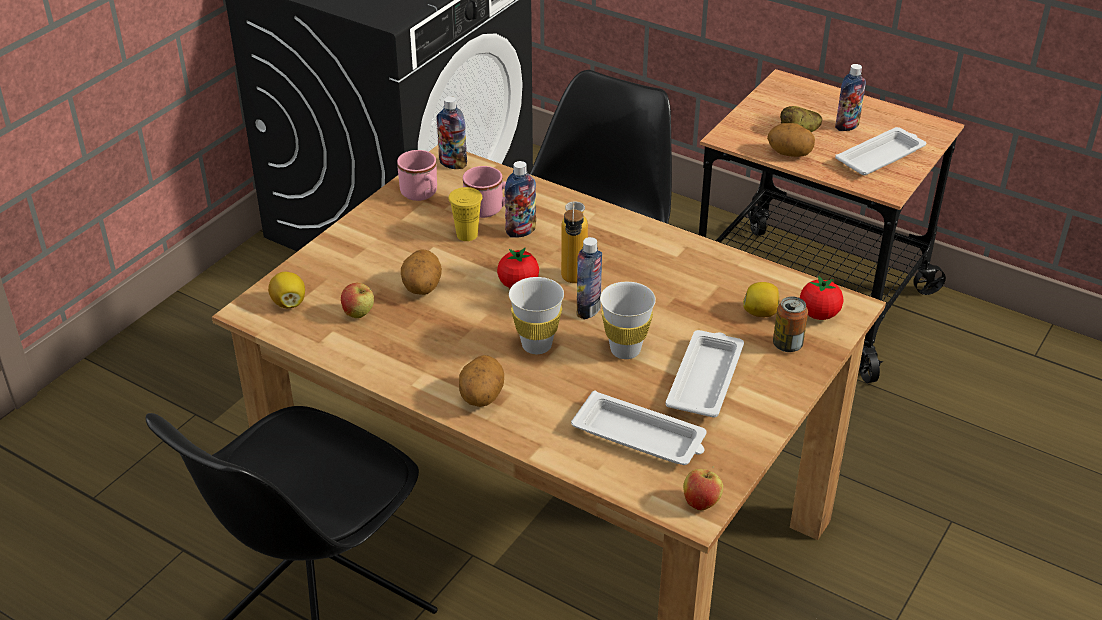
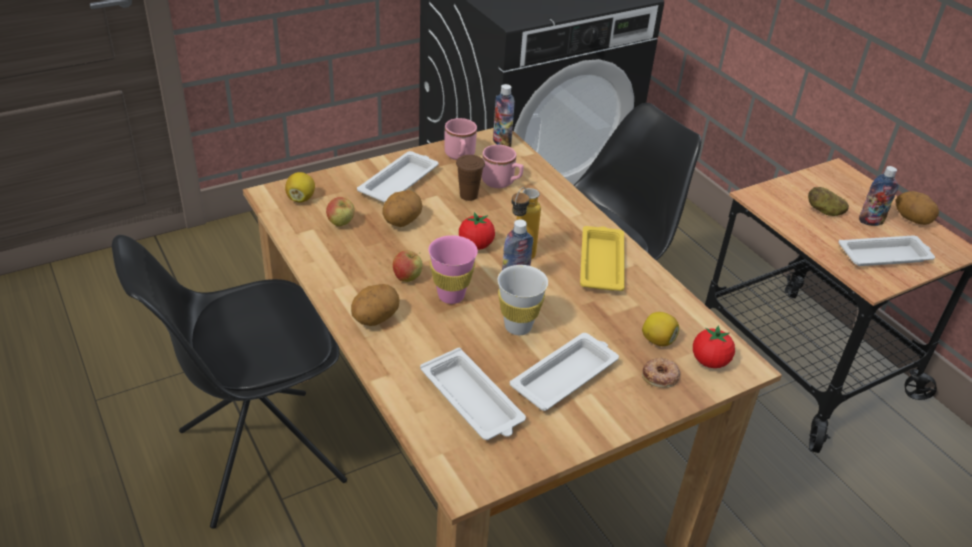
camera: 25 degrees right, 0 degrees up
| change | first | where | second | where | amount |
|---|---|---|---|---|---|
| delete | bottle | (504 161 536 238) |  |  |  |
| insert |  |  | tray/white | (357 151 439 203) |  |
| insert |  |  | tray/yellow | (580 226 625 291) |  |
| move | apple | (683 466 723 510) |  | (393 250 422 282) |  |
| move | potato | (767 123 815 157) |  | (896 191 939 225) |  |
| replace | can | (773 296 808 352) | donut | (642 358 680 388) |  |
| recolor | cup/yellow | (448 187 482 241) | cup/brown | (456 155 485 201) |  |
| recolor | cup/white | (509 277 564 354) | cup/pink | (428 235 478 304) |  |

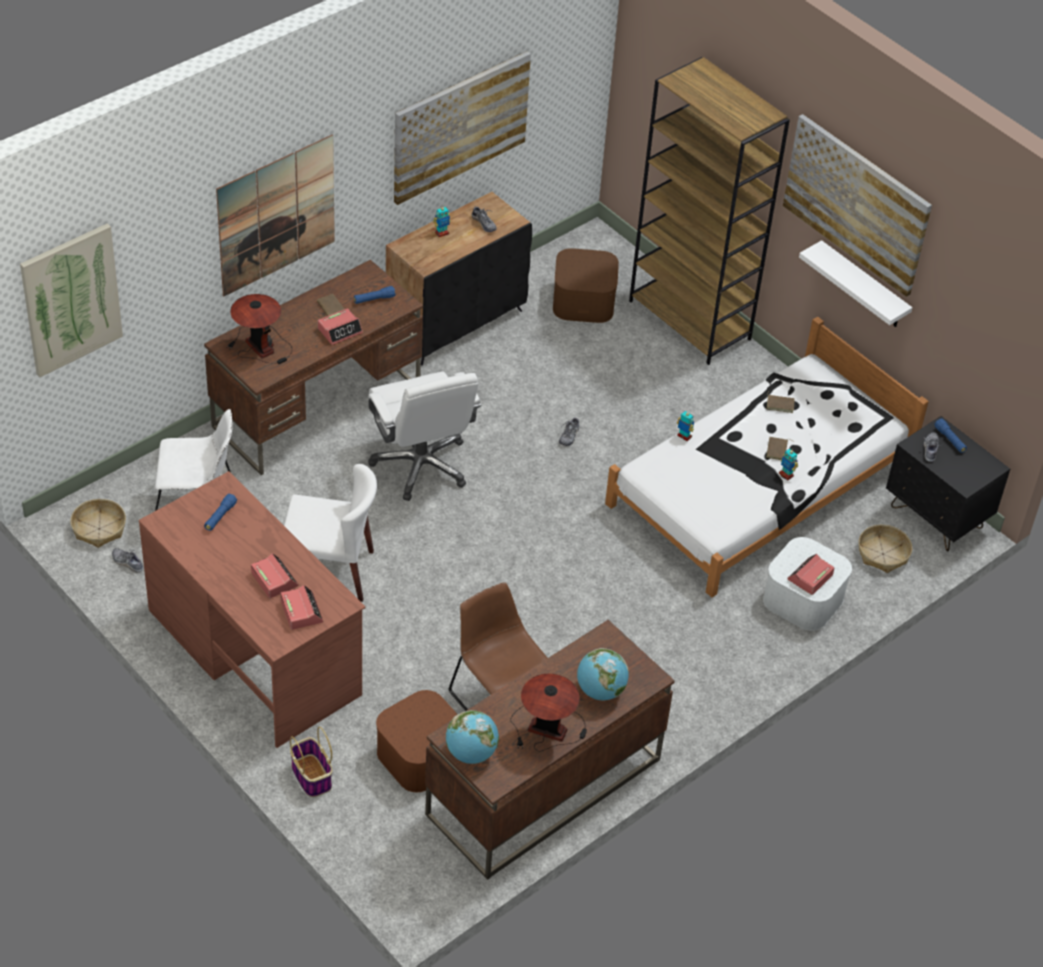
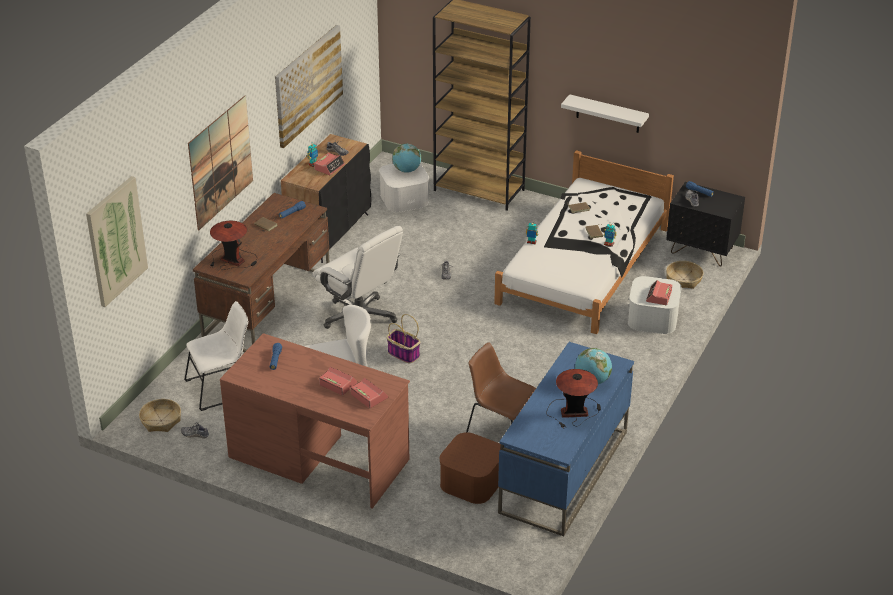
camera: 20 degrees left, 10 degrees down
| change | first | where | second | where | amount |
|---|---|---|---|---|---|
| delete | picture | (783 114 932 297) |  |  |  |
| move | basket | (290 727 332 797) |  | (387 314 420 363) |  |
| move | alarm clock | (318 308 363 345) |  | (314 153 345 175) |  |
| move | globe | (446 710 499 764) |  | (392 144 421 173) |  |
| recolor | desk/brown | (425 620 675 880) | desk/blue | (498 342 634 536) |  |
| recolor | storage box/brown | (553 248 619 323) | storage box/white | (379 163 429 212) |  |

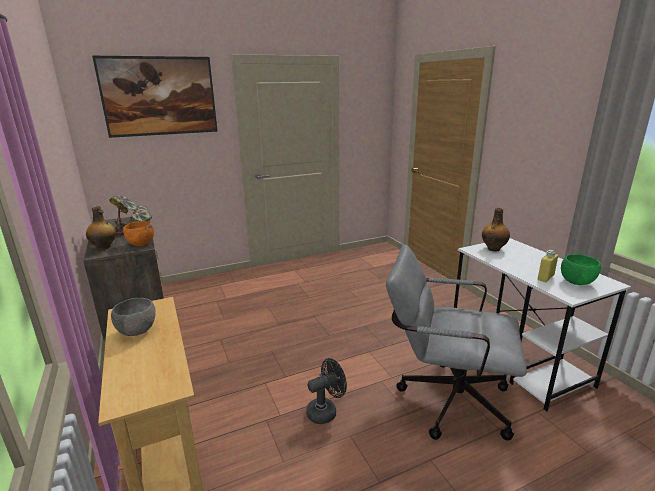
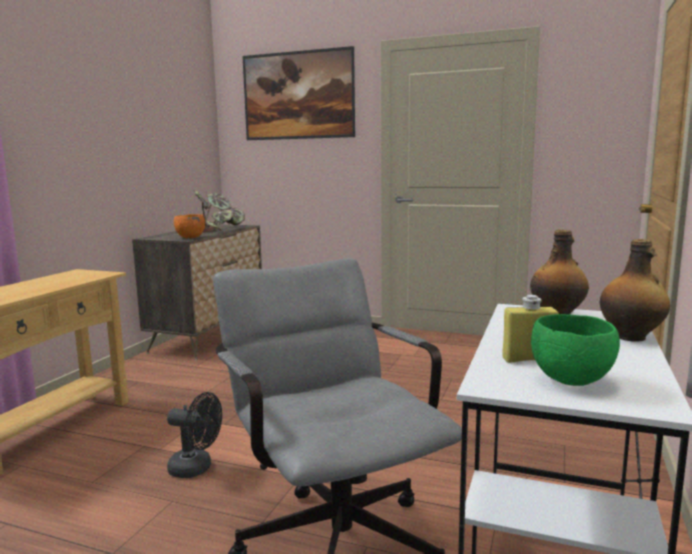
camera: 45 degrees right, 10 degrees down
| change | first | where | second | where | amount |
|---|---|---|---|---|---|
| delete | bowl/grey | (111 298 156 336) |  |  |  |
| move | bottle | (86 206 116 250) |  | (600 239 670 342) |  |

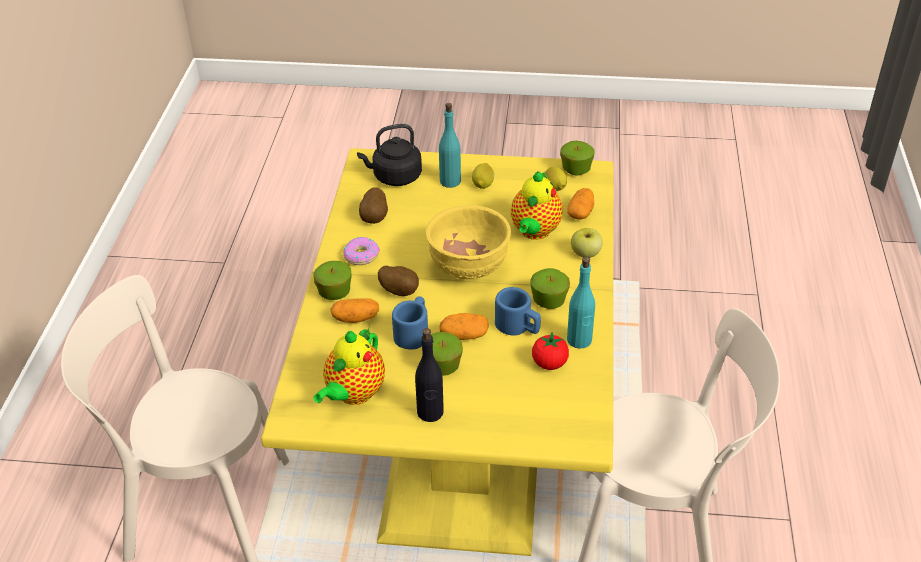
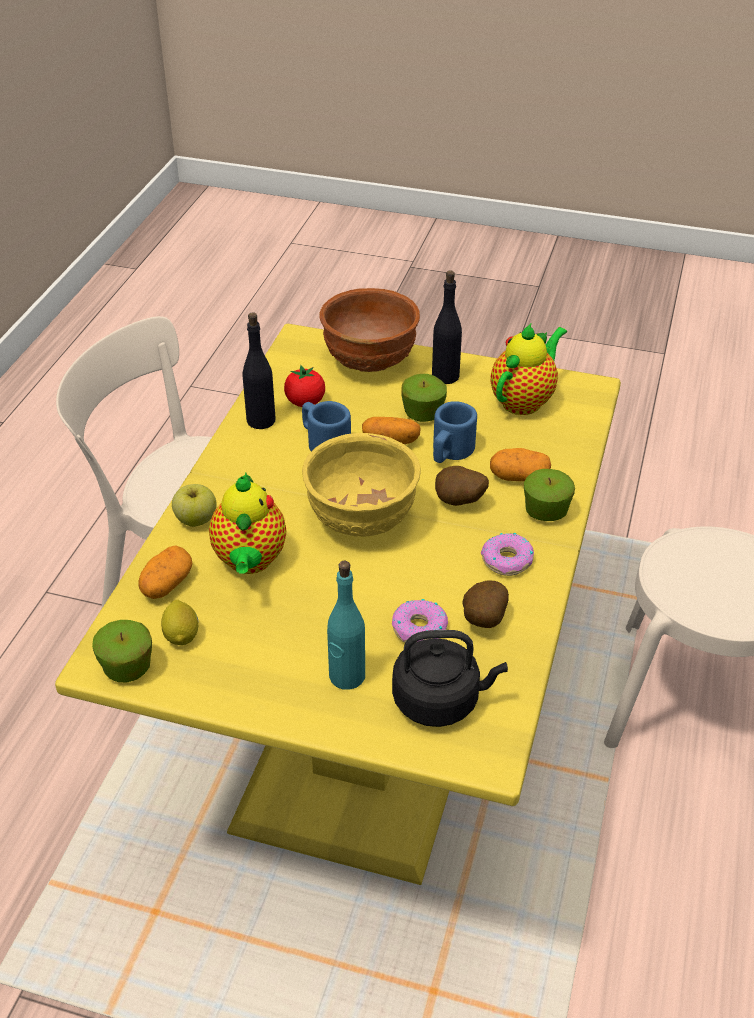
camera: 170 degrees left, 0 degrees up
| change | first | where | second | where | amount |
|---|---|---|---|---|---|
| delete | lemon | (472 163 494 189) |  |  |  |
| delete | apple | (531 268 570 309) |  |  |  |
| insert |  |  | bowl/brown | (319 288 420 372) |  |
| insert |  |  | donut | (392 599 448 643) |  |
| recolor | bottle/turquoise | (567 257 595 349) | bottle/black | (243 313 276 429) |  |
| rotate | teapot | (511 171 563 240) |  | (209 473 286 574) | 150 degrees clockwise |

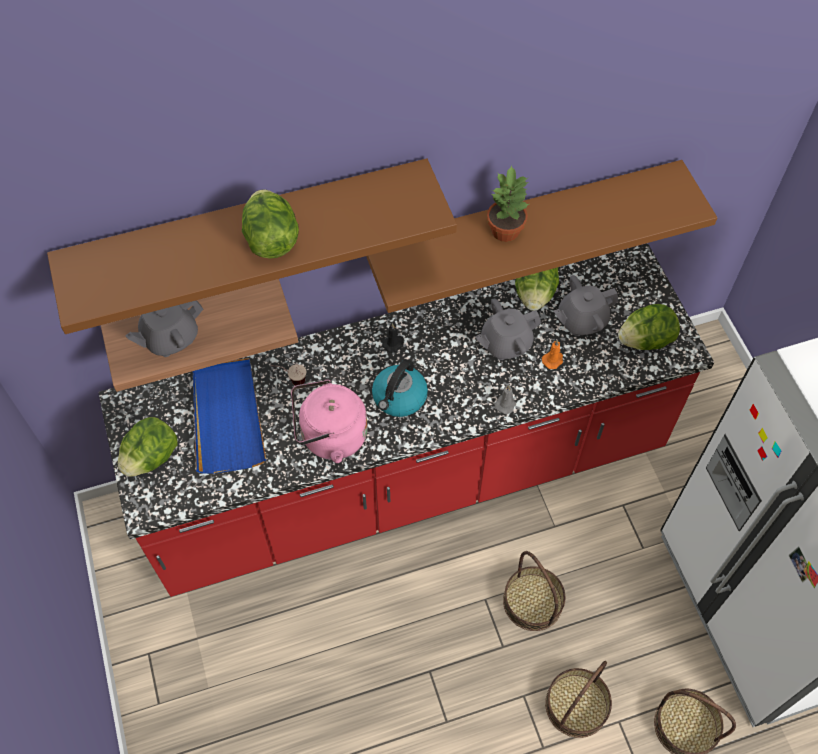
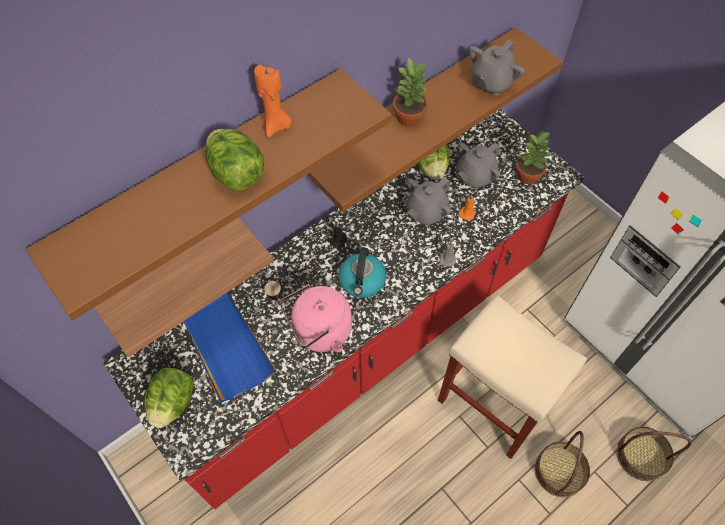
camera: 20 degrees left, 0 degrees up
| change | first | where | second | where | amount |
|---|---|---|---|---|---|
| insert |  |  | candle/orange | (254 65 292 138) |  |
| move | teapot/grey | (125 300 203 357) |  | (469 40 525 96) |  |
| replace | basket | (503 551 565 631) | stool/beige | (438 295 587 459) |  |
| replace | lettuce | (618 304 680 350) | potted plant | (516 131 550 184) |  |

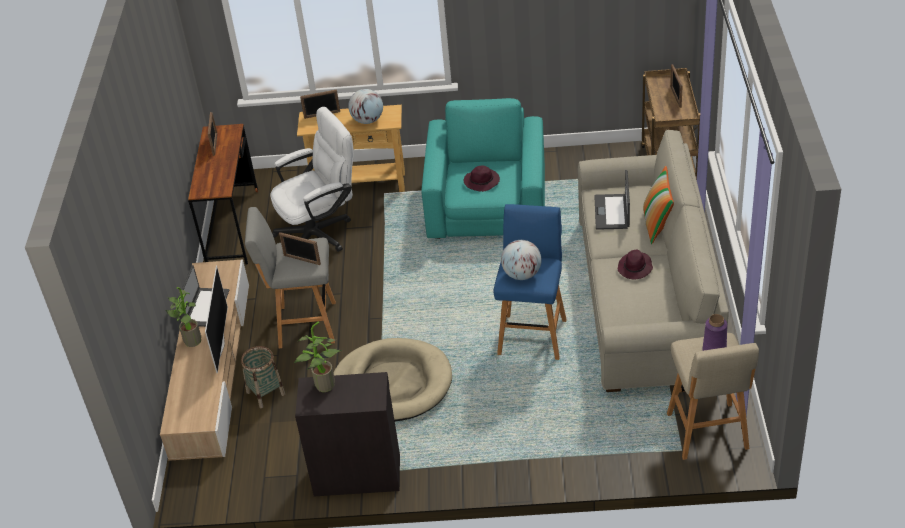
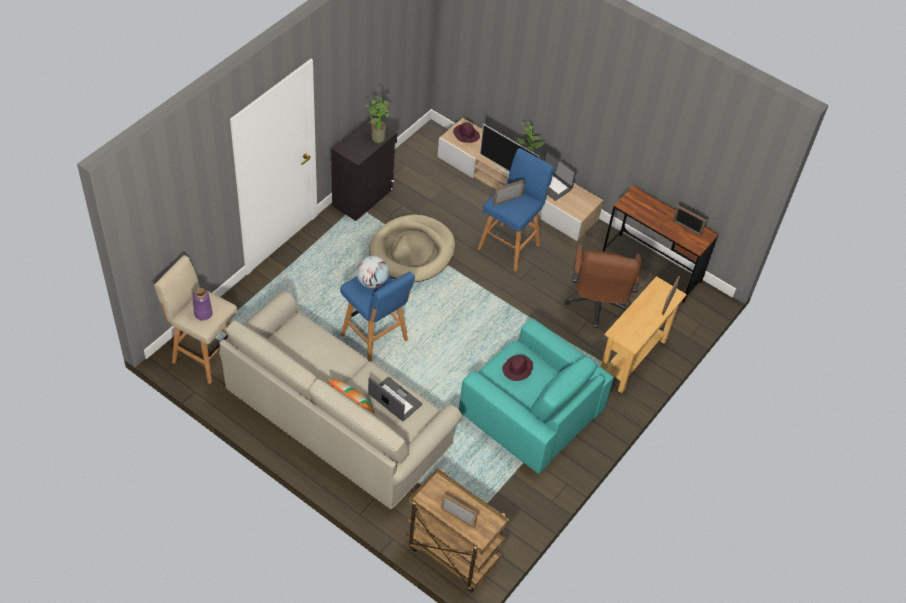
camera: 120 degrees right, 10 degrees up
| change | first | where | second | where | amount |
|---|---|---|---|---|---|
| delete | basket | (241 346 285 408) |  |  |  |
| delete | globe | (348 89 383 124) |  |  |  |
| move | hat/purple | (618 250 653 279) |  | (453 122 480 143) |  |
| recolor | stool/grey | (245 207 336 348) | stool/blue | (478 148 554 271) |  |
| recolor | office chair/white | (270 107 354 252) | office chair/brown | (565 245 641 328) |  |

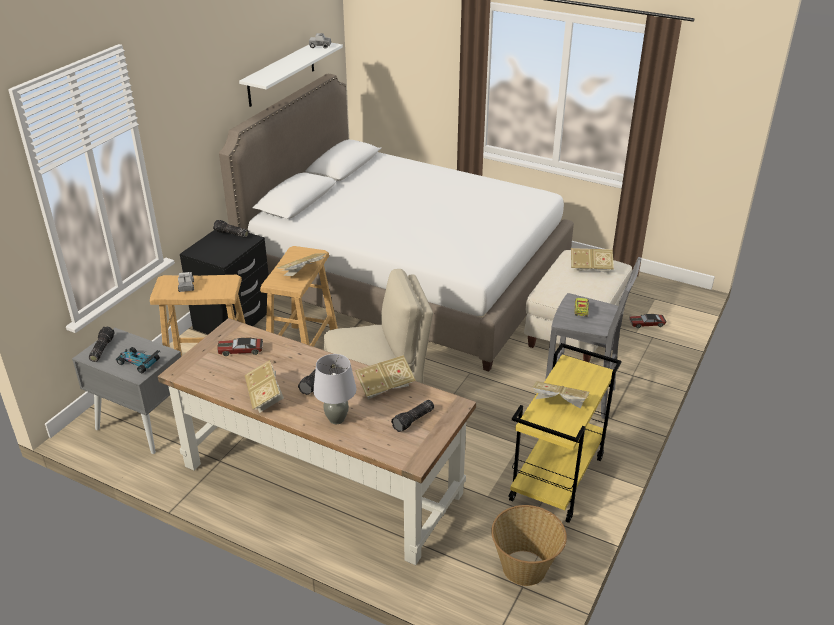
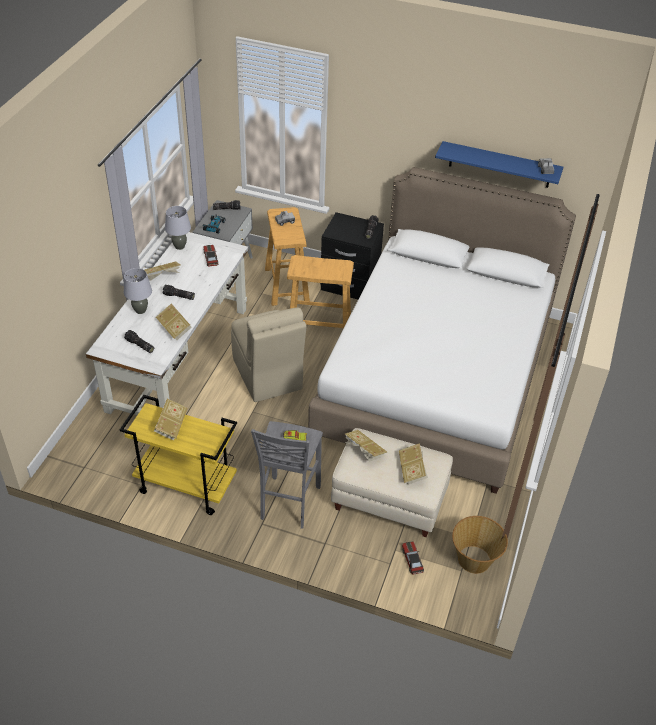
camera: 80 degrees right, 10 degrees up
| change | first | where | second | where | amount |
|---|---|---|---|---|---|
| insert |  |  | table lamp/grey | (165 206 191 250) |  |
| move | book | (277 253 326 276) |  | (345 430 387 462) |  |
| move | basket | (491 505 567 586) |  | (452 516 508 574) |  |
| recolor | desk/brown | (158 318 476 565) | desk/white | (86 232 248 415) |  |
| recolor | shelf/white | (239 43 343 107) | shelf/blue | (435 141 564 188) |  |

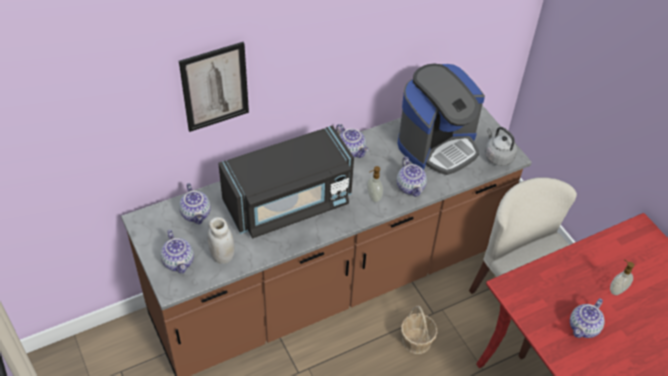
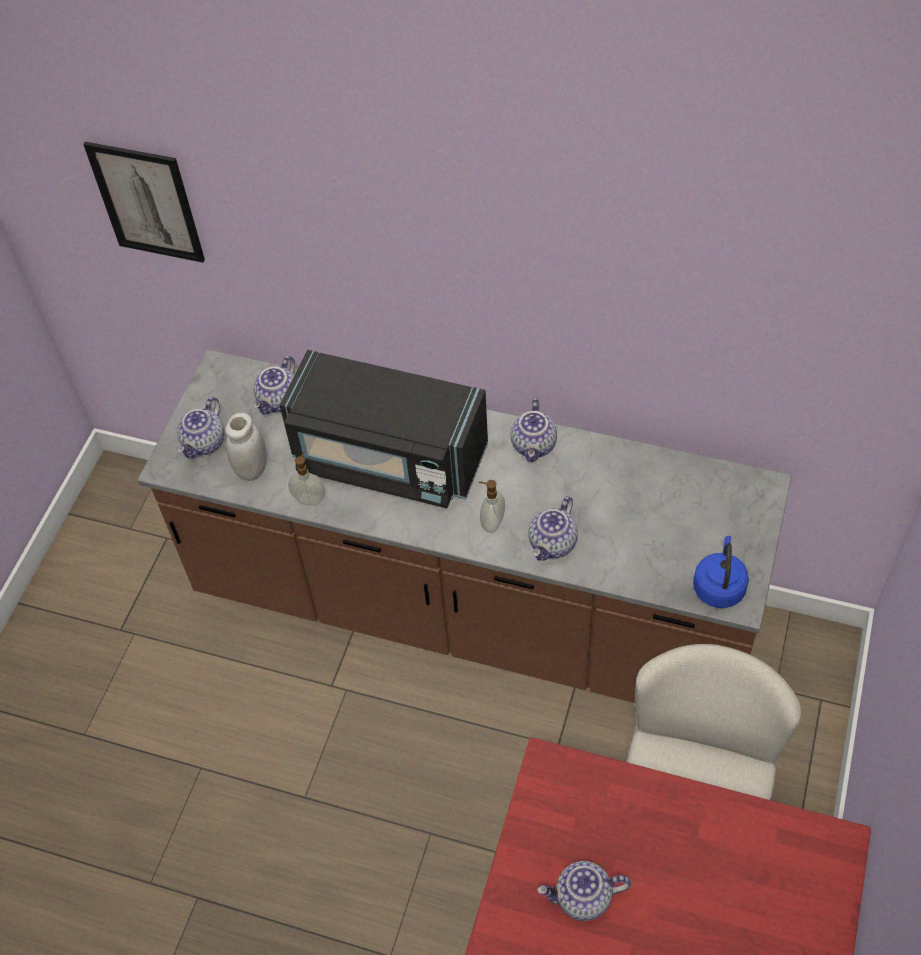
camera: 50 degrees right, 5 degrees up
| change | first | where | second | where | amount |
|---|---|---|---|---|---|
| delete | coffee machine | (397 63 485 175) |  |  |  |
| delete | basket | (401 305 438 354) |  |  |  |
| move | picture | (179 42 249 132) |  | (83 142 205 263) |  |
| move | soap dispenser | (610 259 635 295) |  | (288 451 325 505) |  |
| recolor | kettle/grey | (485 127 517 166) | kettle/blue | (693 536 749 608) |  |

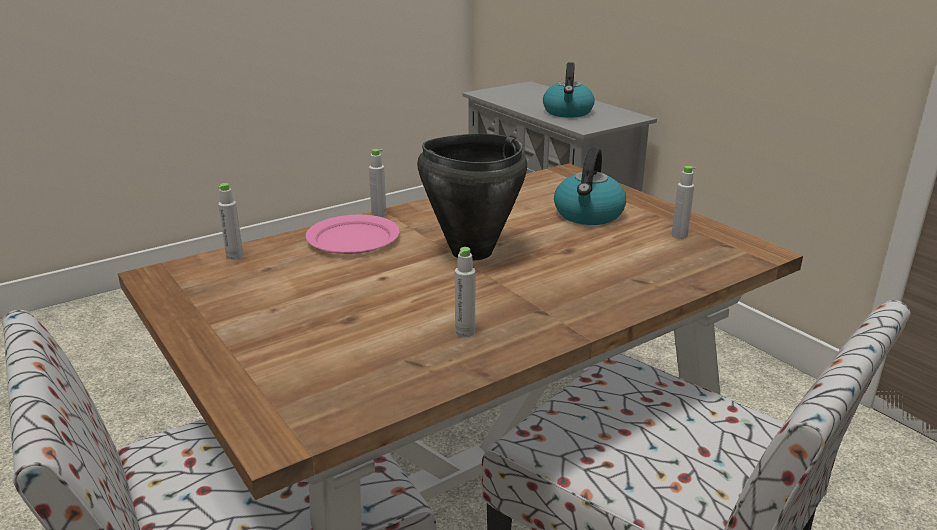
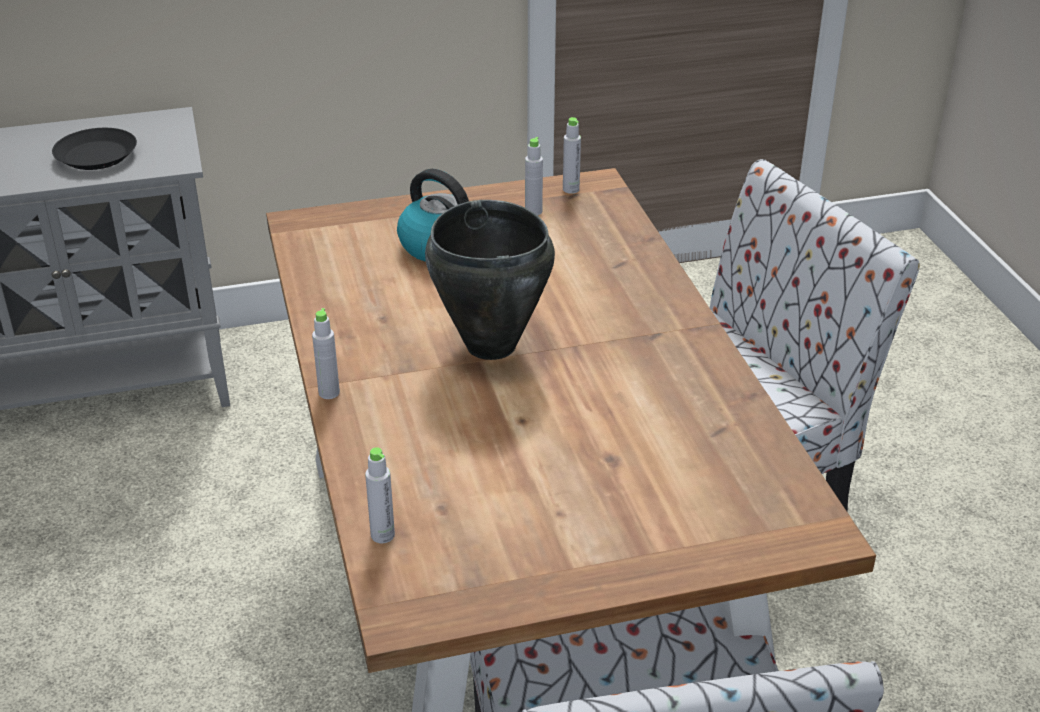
camera: 70 degrees left, 10 degrees up
| change | first | where | second | where | amount |
|---|---|---|---|---|---|
| delete | plate/pink | (306 215 400 254) |  |  |  |
| move | bottle/grey | (455 247 475 337) |  | (563 117 581 194) |  |
| replace | kettle | (543 62 595 118) | plate/black | (52 128 137 170) |  |

